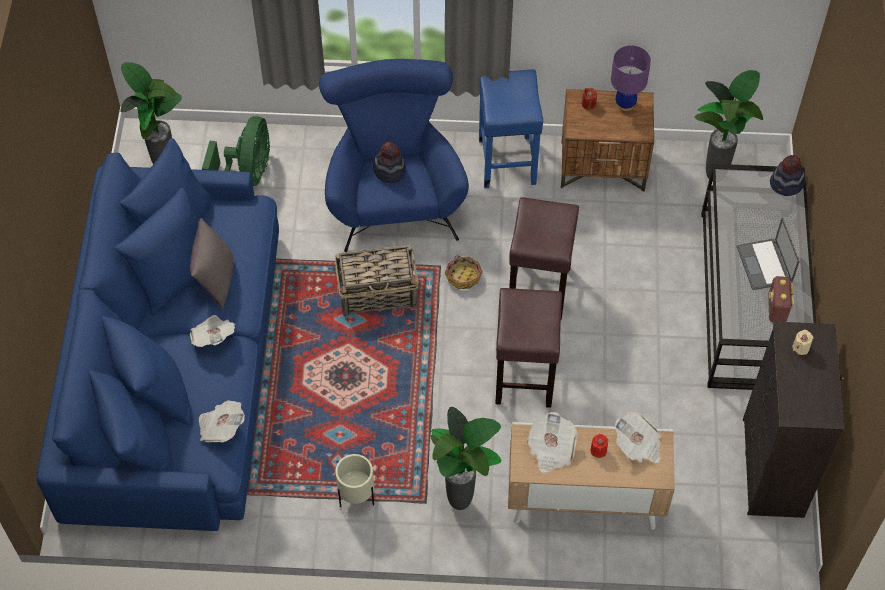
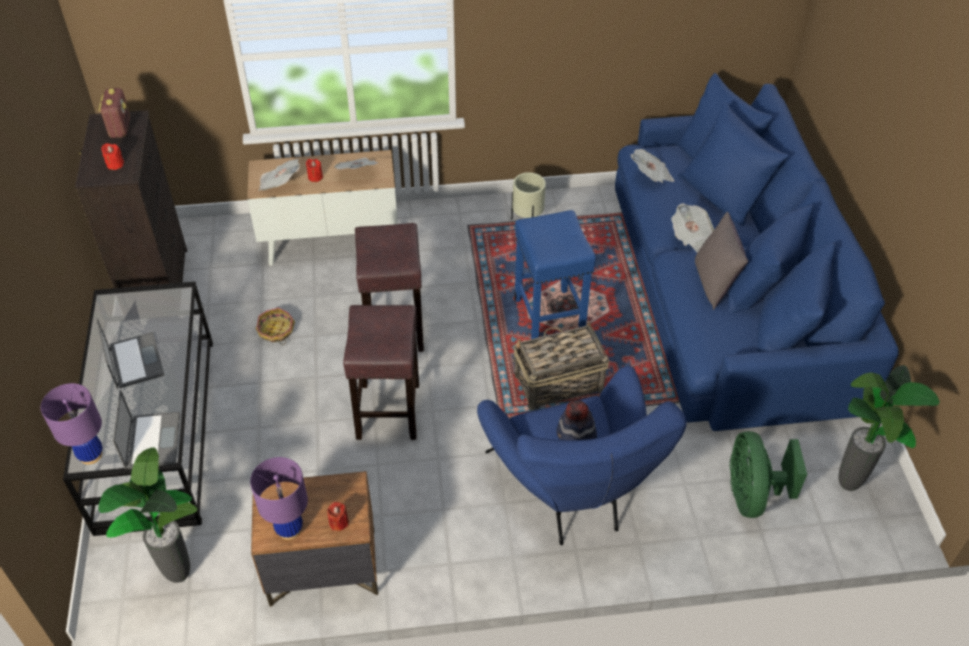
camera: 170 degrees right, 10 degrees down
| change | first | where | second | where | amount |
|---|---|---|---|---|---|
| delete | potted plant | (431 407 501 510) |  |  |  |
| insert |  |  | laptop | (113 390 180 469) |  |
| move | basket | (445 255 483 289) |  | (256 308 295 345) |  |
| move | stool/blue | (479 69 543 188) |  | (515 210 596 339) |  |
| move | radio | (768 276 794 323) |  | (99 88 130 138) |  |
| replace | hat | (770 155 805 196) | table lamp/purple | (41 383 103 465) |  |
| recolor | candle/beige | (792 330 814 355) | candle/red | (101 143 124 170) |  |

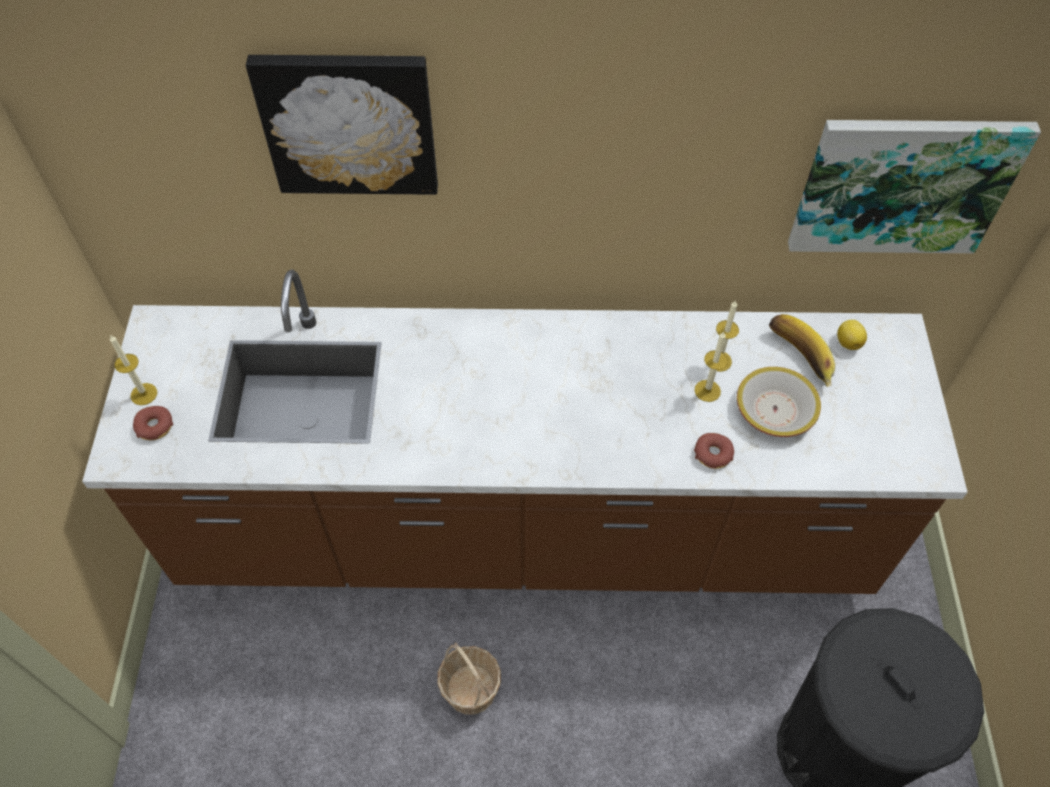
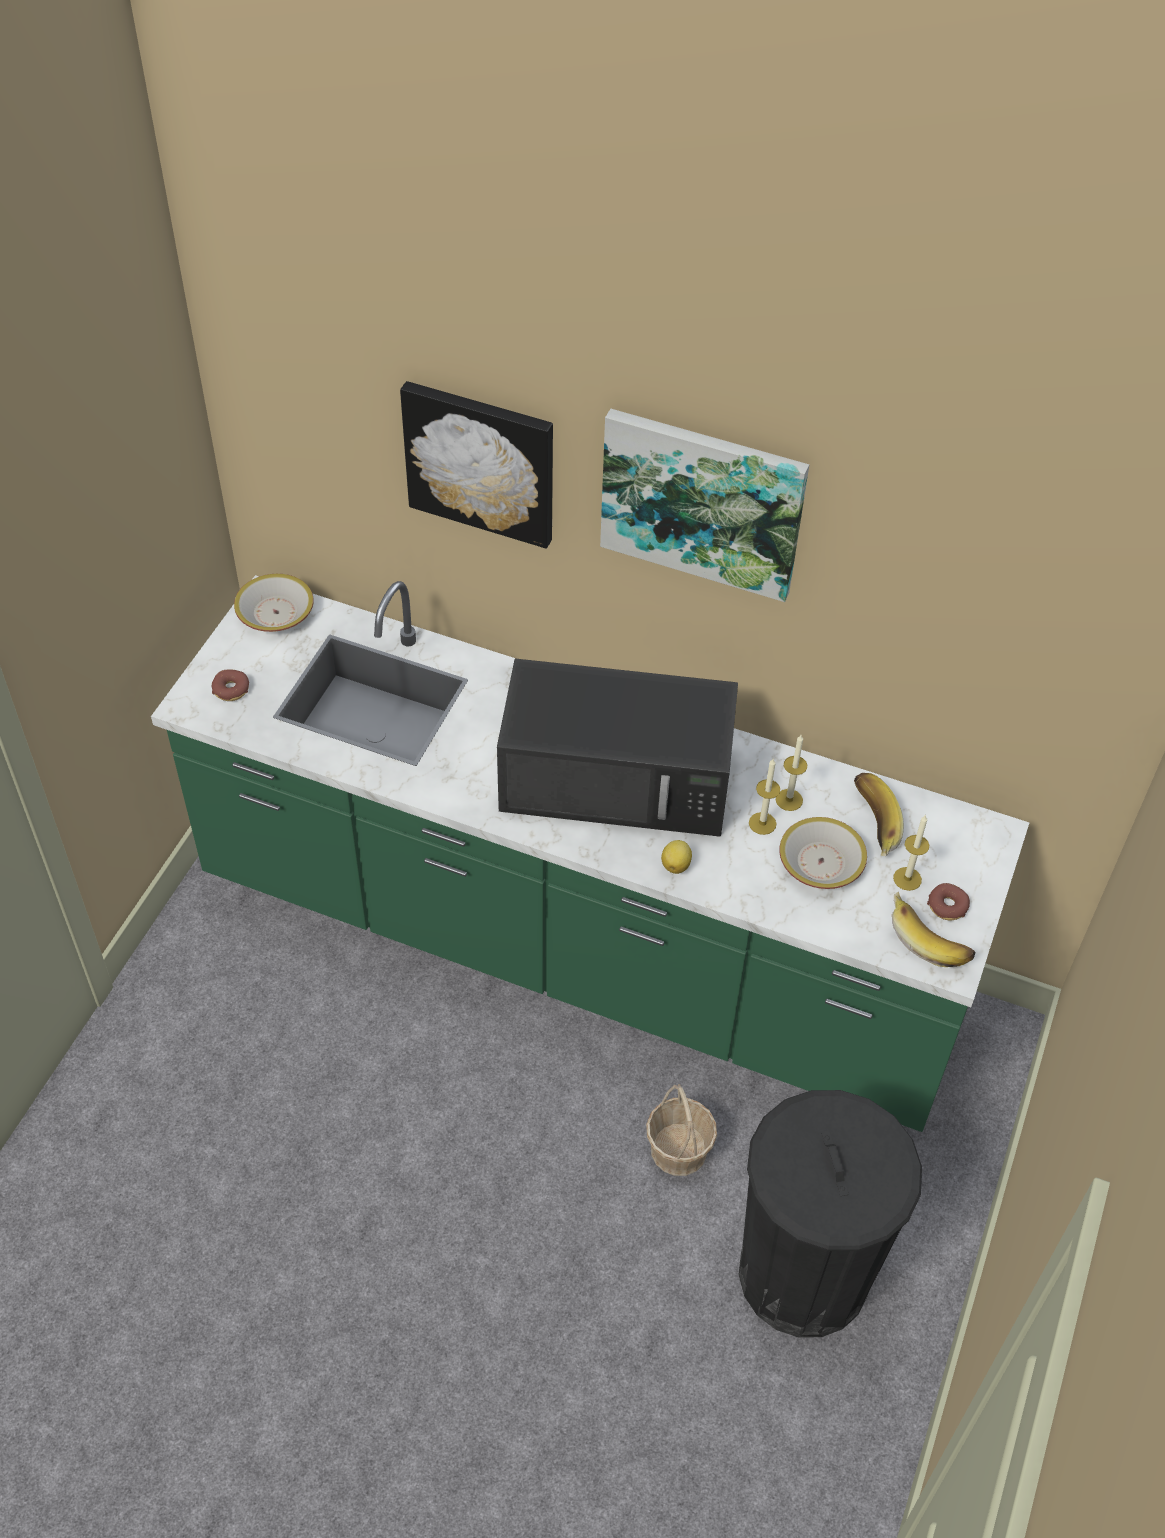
camera: 20 degrees right, 5 degrees down
| change | first | where | second | where | amount |
|---|---|---|---|---|---|
| insert |  |  | bowl | (234 574 314 632) |  |
| insert |  |  | microwave/black | (497 659 738 837) |  |
| insert |  |  | banana | (892 892 975 967) |  |
| move | candle | (110 335 157 405) |  | (893 815 929 891) |  |
| move | basket | (437 643 501 715) |  | (646 1084 717 1176) |  |
| move | donut | (694 433 734 469) |  | (927 883 970 921) |  |
| move | picture | (788 120 1041 253) |  | (600 409 809 602) |  |
| move | lemon | (837 320 867 350) |  | (661 840 692 874) |  |
| recolor | counter/brown | (82 270 968 594) | counter/green | (151 575 1029 1132) |  |

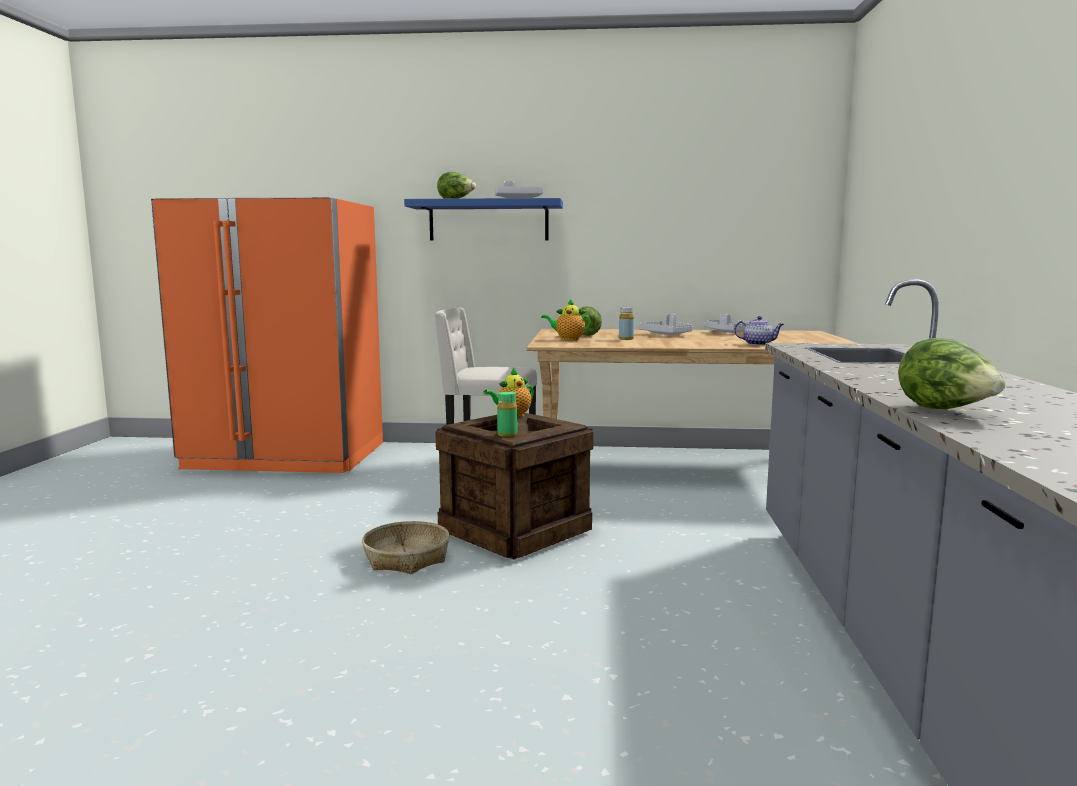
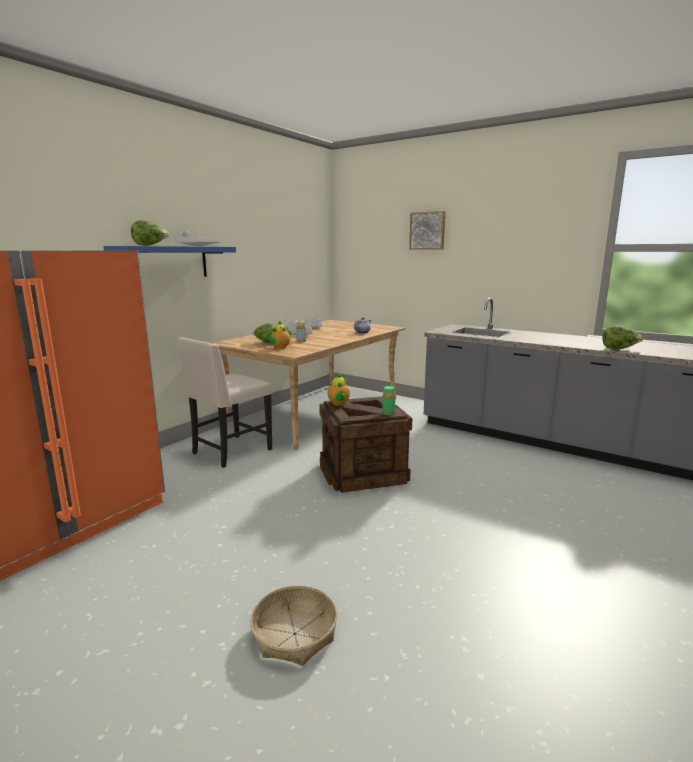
camera: 60 degrees left, 5 degrees up
| change | first | where | second | where | amount |
|---|---|---|---|---|---|
| insert |  |  | picture | (409 211 445 250) |  |
| move | basket | (362 521 450 574) |  | (250 585 337 666) |  |

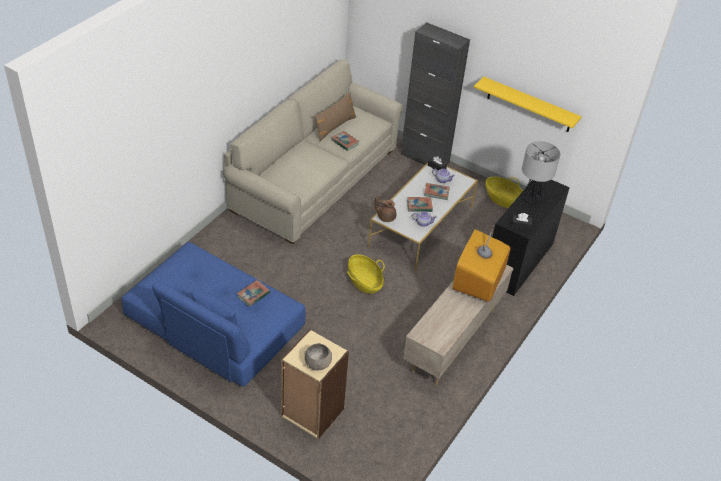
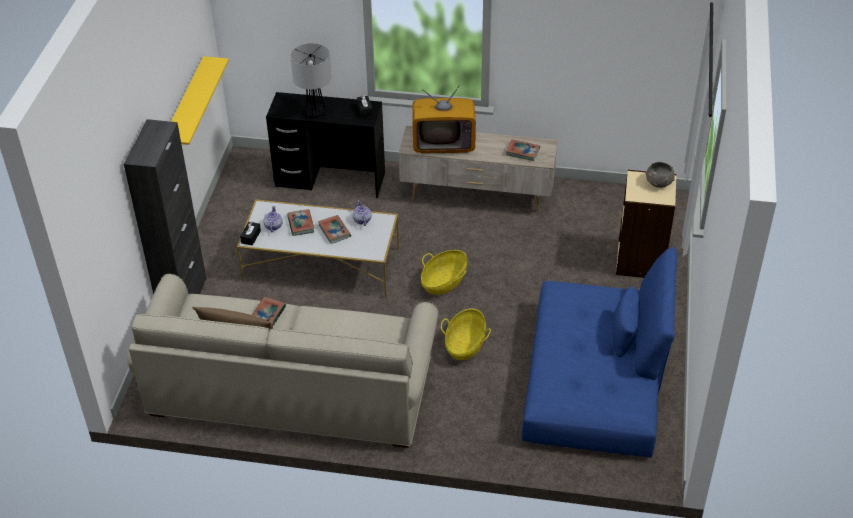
camera: 110 degrees left, 0 degrees up
| change | first | where | second | where | amount |
|---|---|---|---|---|---|
| delete | teapot/brown | (374 196 397 222) |  |  |  |
| move | book | (237 280 270 307) |  | (506 140 540 161) |  |
| move | basket | (485 177 523 208) |  | (441 308 491 360) |  |

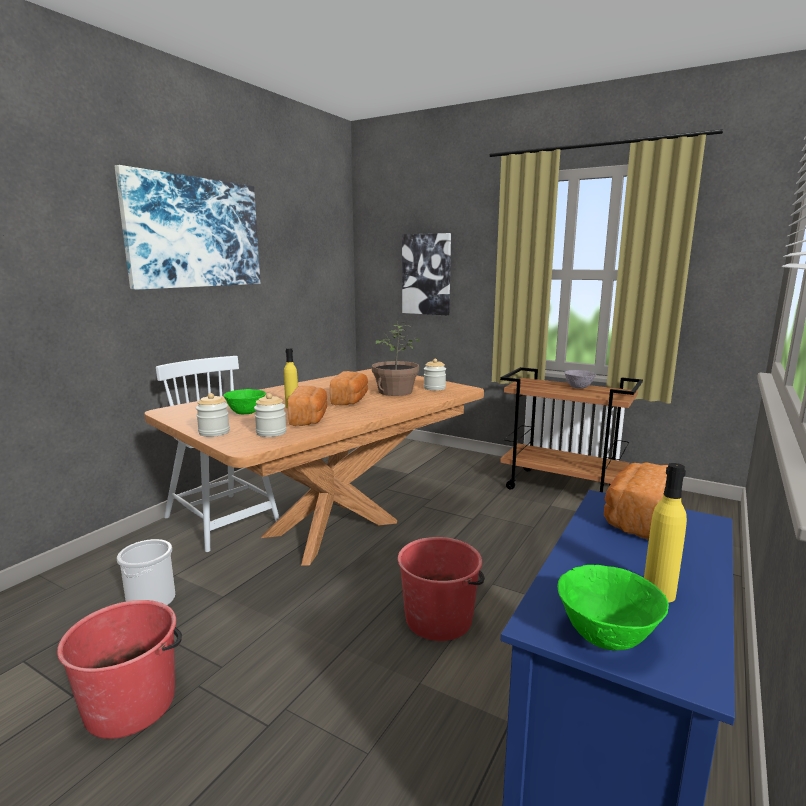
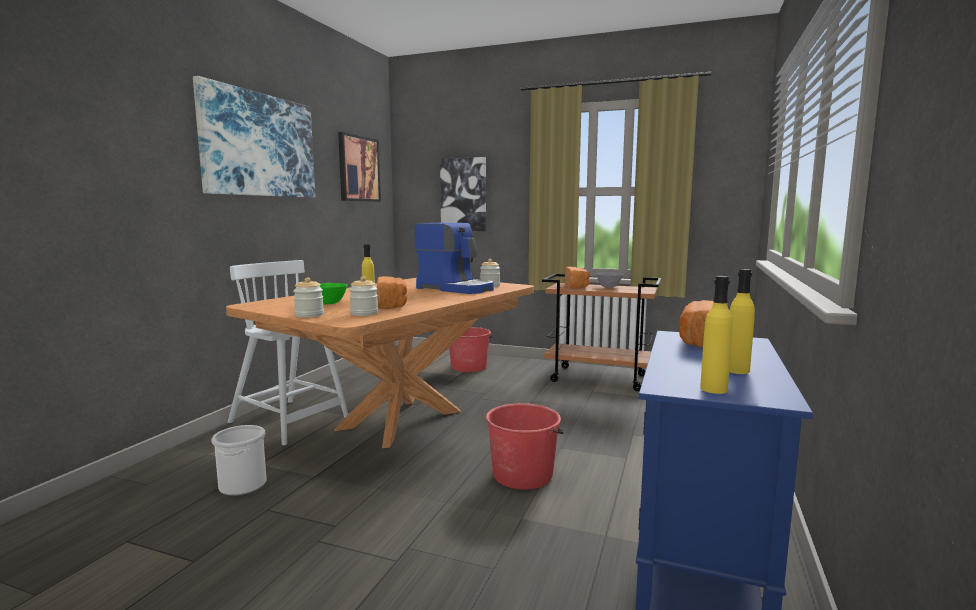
camera: 10 degrees left, 5 degrees down
| change | first | where | second | where | amount |
|---|---|---|---|---|---|
| insert |  |  | picture | (338 132 381 202) |  |
| move | bucket/red | (57 600 182 739) |  | (449 327 493 372) |  |
| move | bread | (330 371 368 405) |  | (565 267 590 288) |  |
| replace | potted plant | (372 321 420 396) | coffee machine | (415 223 494 294) |  |
| replace | bowl/green | (557 565 669 651) | bottle/yellow | (700 276 733 394) |  |

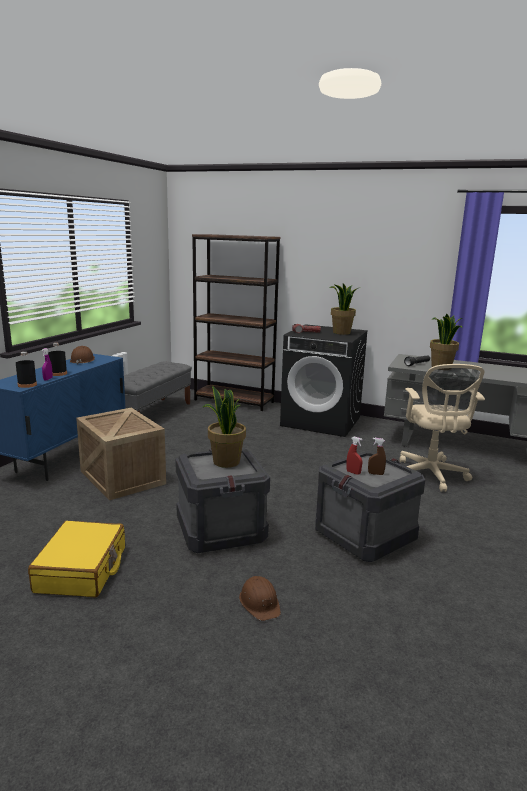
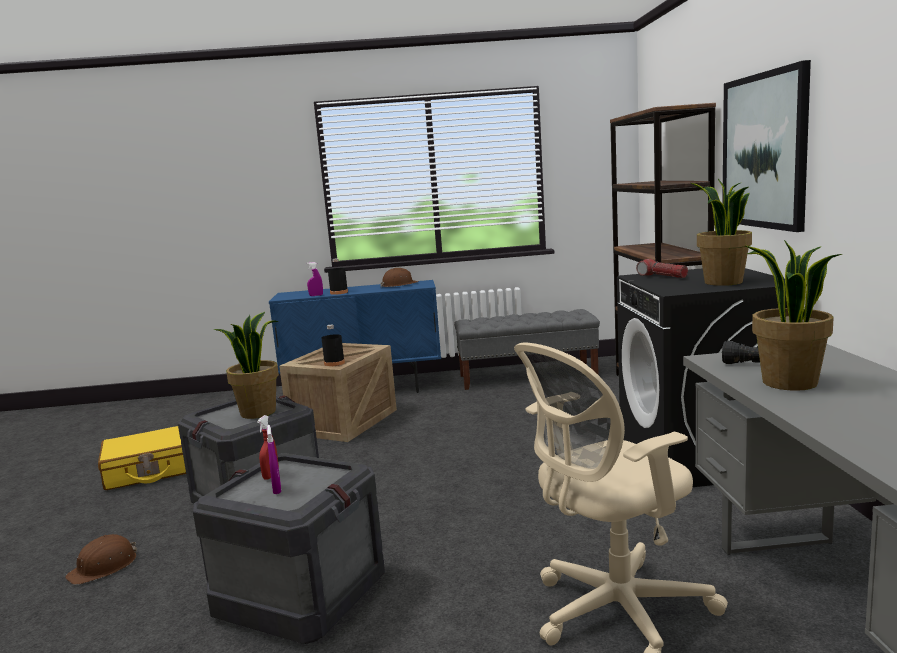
camera: 65 degrees right, 5 degrees down
| change | first | where | second | where | amount |
|---|---|---|---|---|---|
| insert |  |  | picture | (722 60 811 232) |  |
| move | bottle/black | (16 352 37 388) |  | (322 325 345 366) |  |
| recolor | spray bottle/brown | (368 438 386 475) | spray bottle/purple | (267 425 281 494) |  |

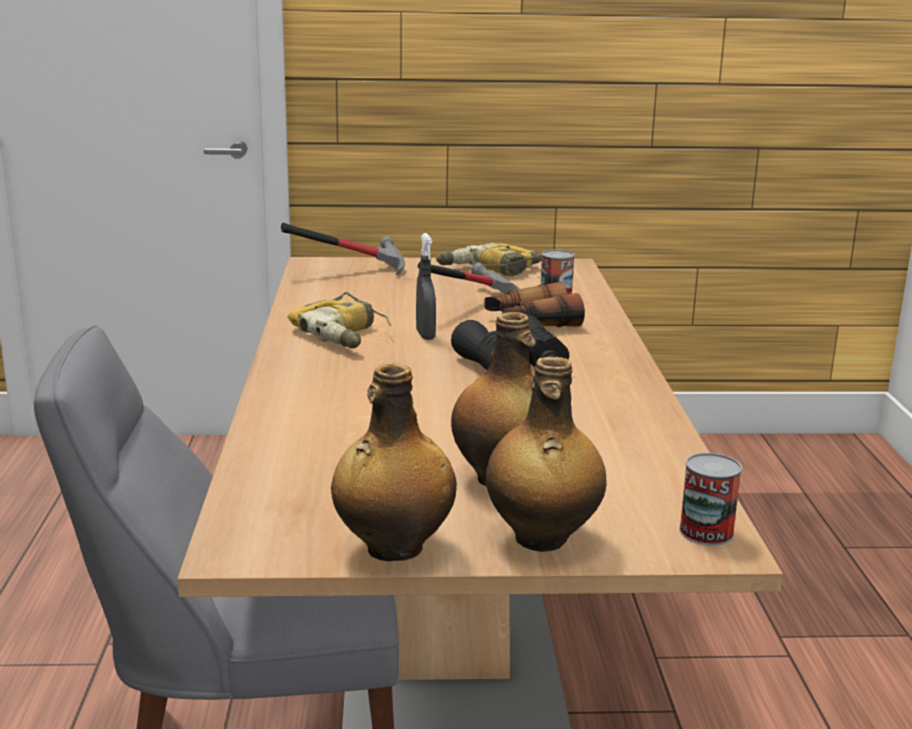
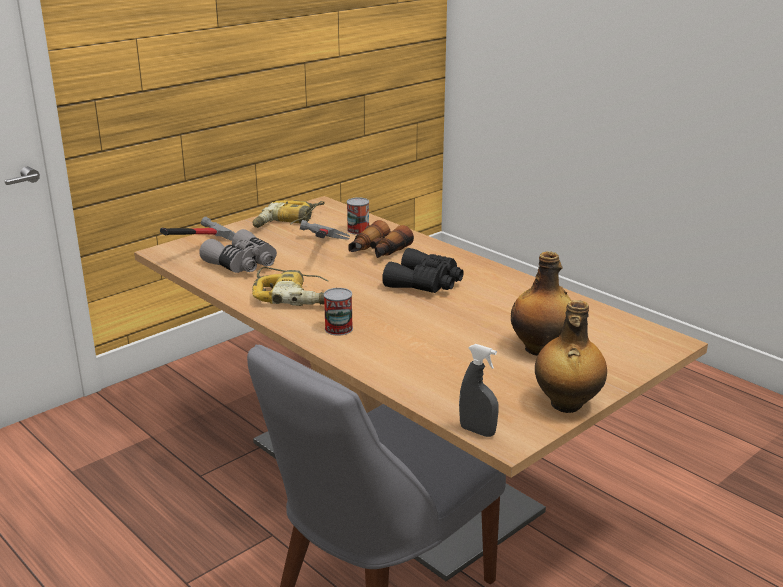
camera: 40 degrees left, 5 degrees up
| change | first | where | second | where | amount |
|---|---|---|---|---|---|
| delete | bottle | (486 357 607 552) |  |  |  |
| insert |  |  | binoculars/grey | (199 229 277 273) |  |
| move | spray bottle/grey | (416 233 436 340) |  | (459 344 499 437) |  |
| move | can | (679 453 742 545) |  | (324 288 353 336) |  |

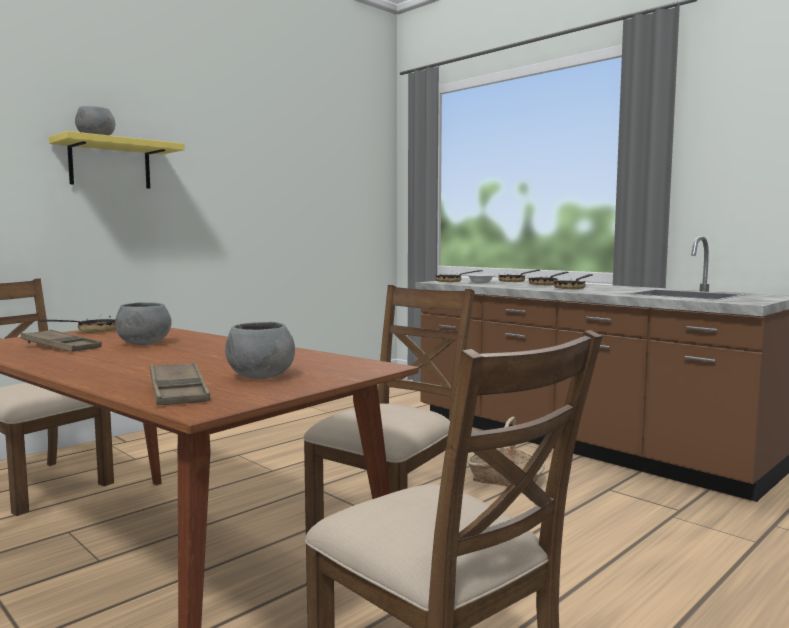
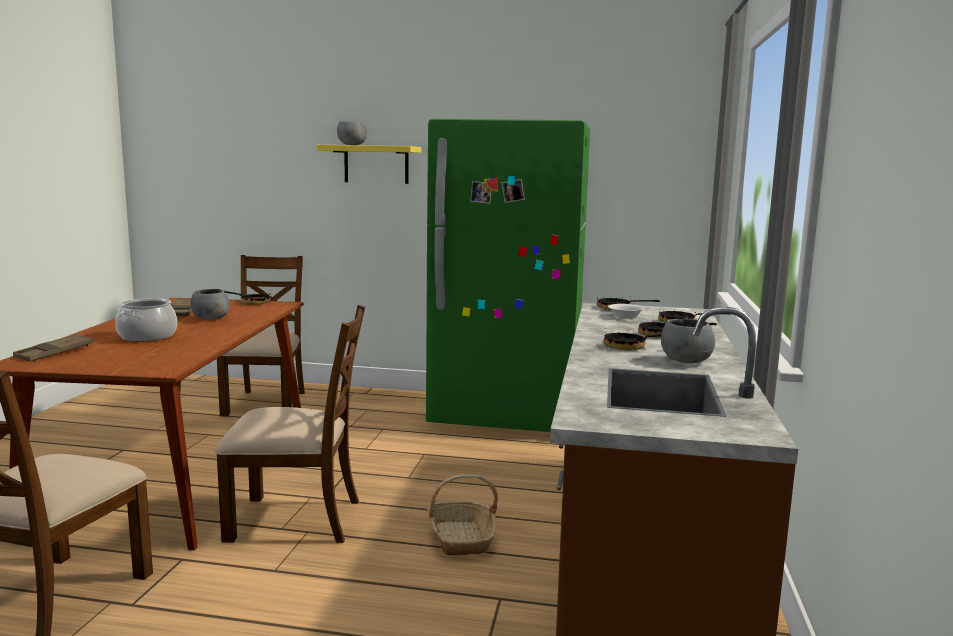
camera: 55 degrees right, 5 degrees up
| change | first | where | second | where | amount |
|---|---|---|---|---|---|
| insert |  |  | cooking pot | (115 298 177 341) |  |
| insert |  |  | fridge/green | (426 119 590 432) |  |
| move | bowl/grey | (225 322 295 379) |  | (661 319 715 363) |  |

